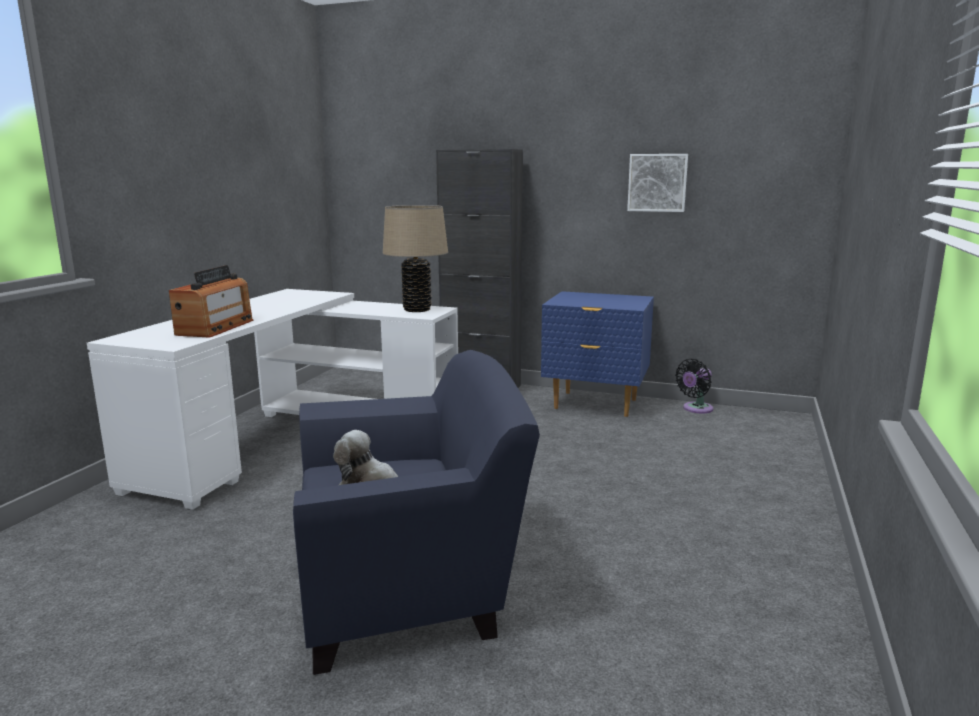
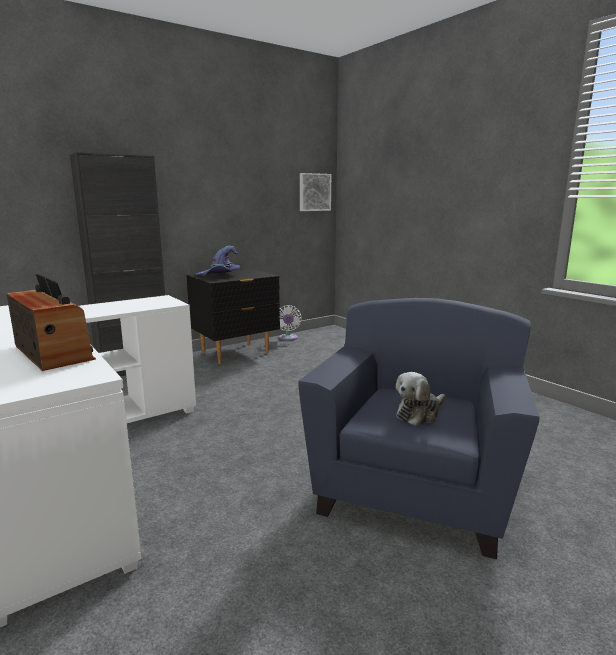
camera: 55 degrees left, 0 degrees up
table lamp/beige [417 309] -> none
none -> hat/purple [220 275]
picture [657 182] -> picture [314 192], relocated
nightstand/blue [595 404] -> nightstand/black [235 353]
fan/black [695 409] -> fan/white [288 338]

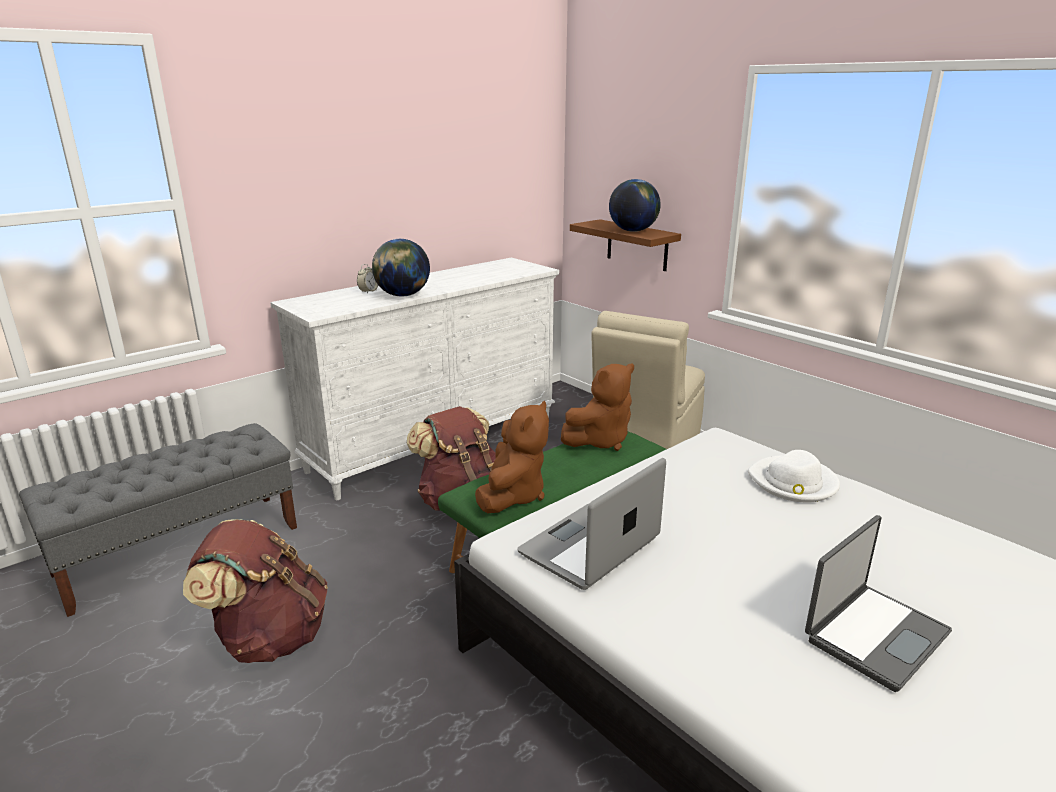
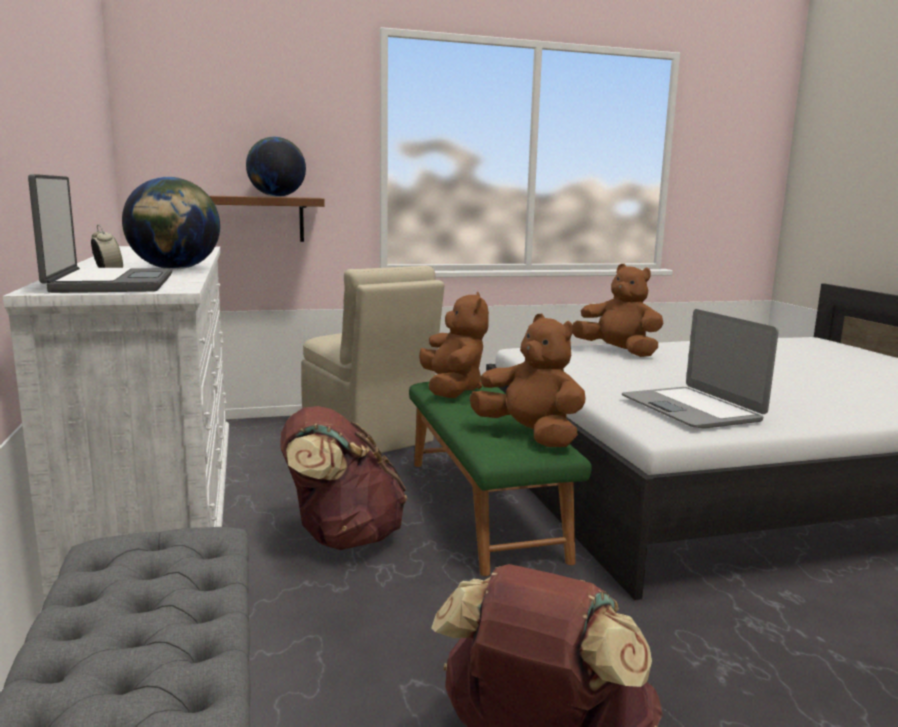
camera: 65 degrees left, 10 degrees down
laptop [874 635] -> laptop [109 284], relocated
hat/white [793 483] -> plush toy/brown [618 352]

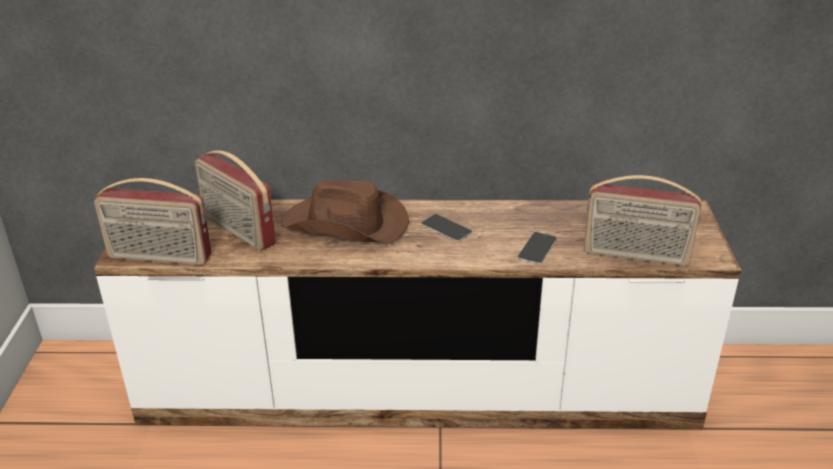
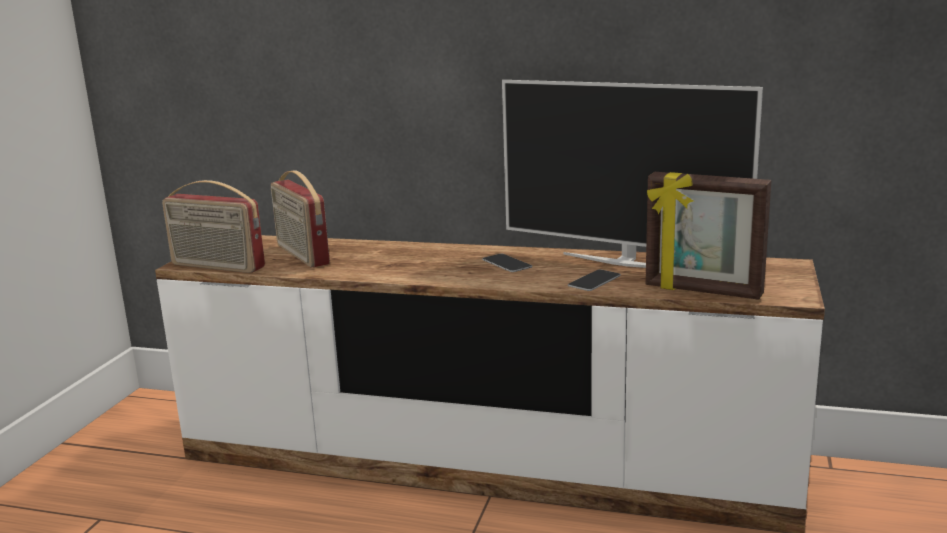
camera: 15 degrees right, 15 degrees down
hat/brown [347 224] -> none
none -> television [624 261]
radio [635 255] -> picture frame [702 291]

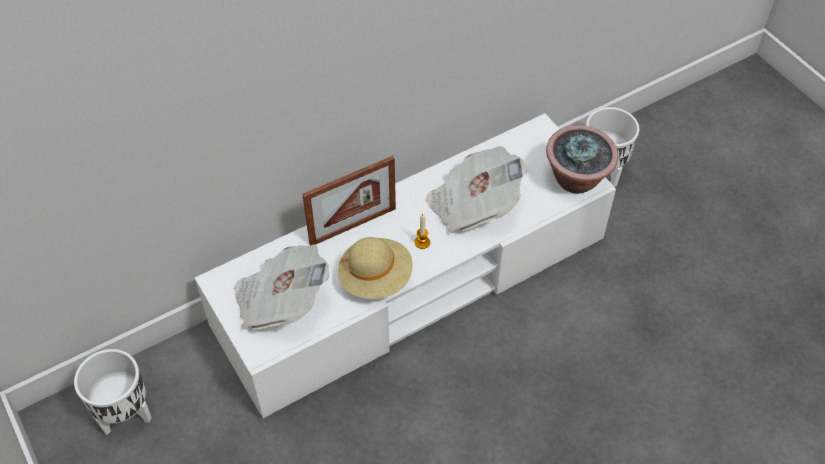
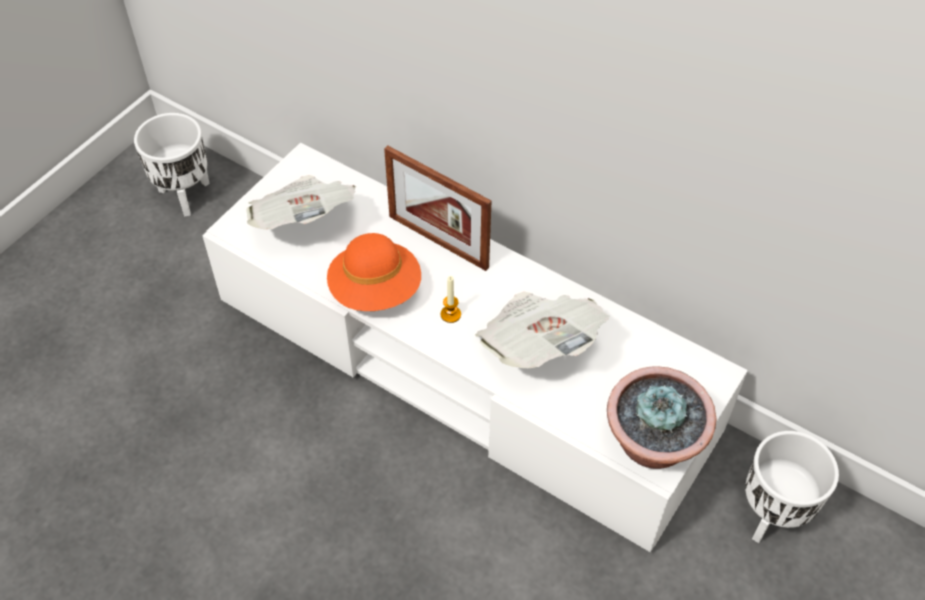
camera: 65 degrees right, 0 degrees up
hat/beige [376 278] -> hat/orange [375 290]

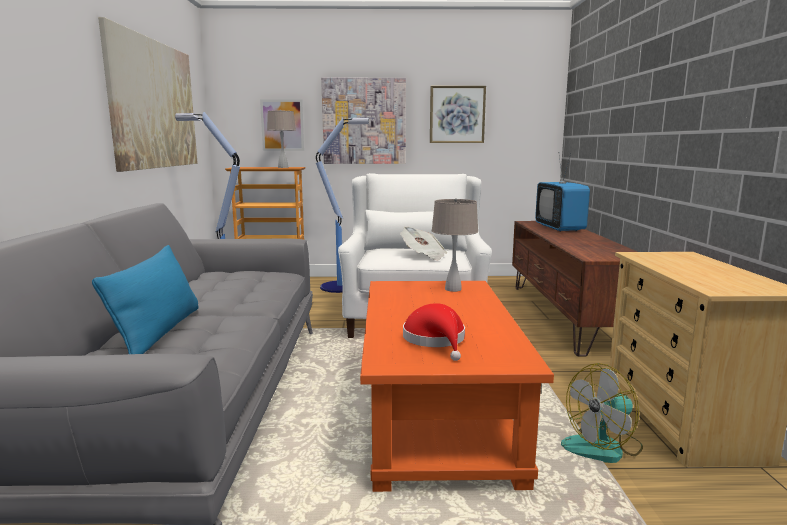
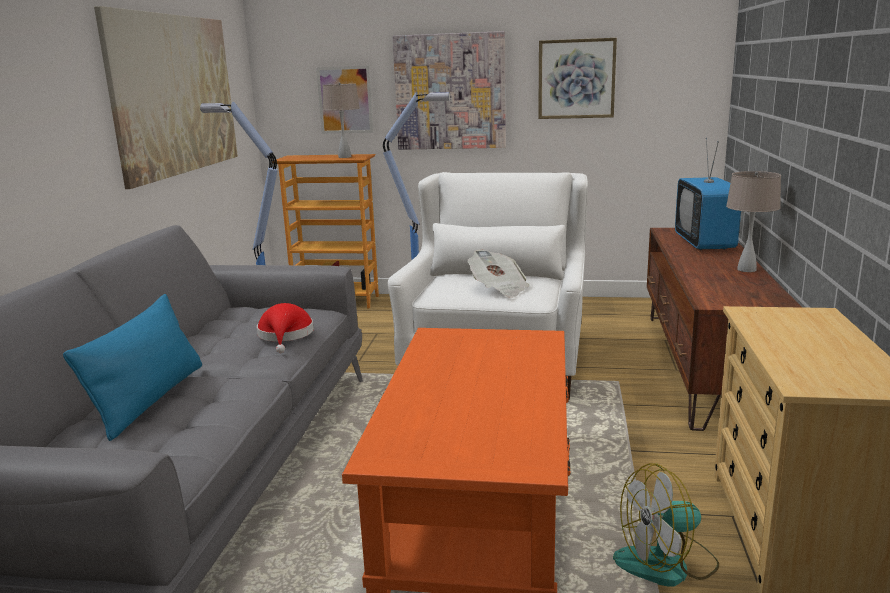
camera: 10 degrees right, 5 degrees up
hat/red [436 340] -> hat/red [285 335], relocated
table lamp/beige [453 289] -> table lamp/beige [746 269], relocated

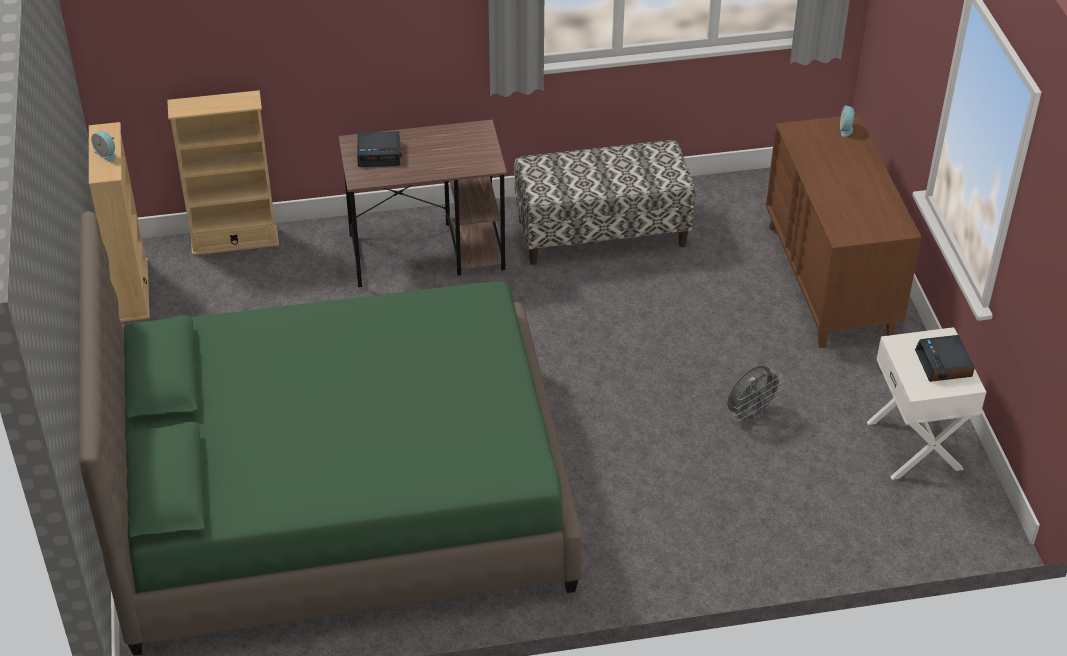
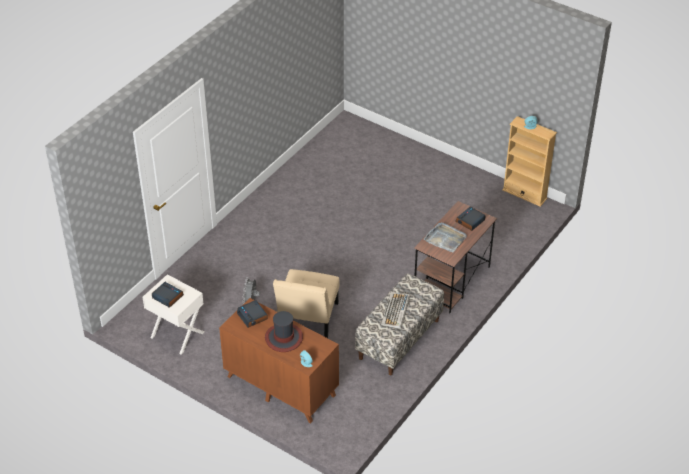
camera: 135 degrees right, 0 degrees up
bed/green [340 498] -> none
bookcase/beige [234 241] -> none
none -> alarm clock [252 316]
none -> hat [284 338]
none -> chair/beige [307 320]
none -> keyboard [396 311]
none -> tray/grey [445 239]

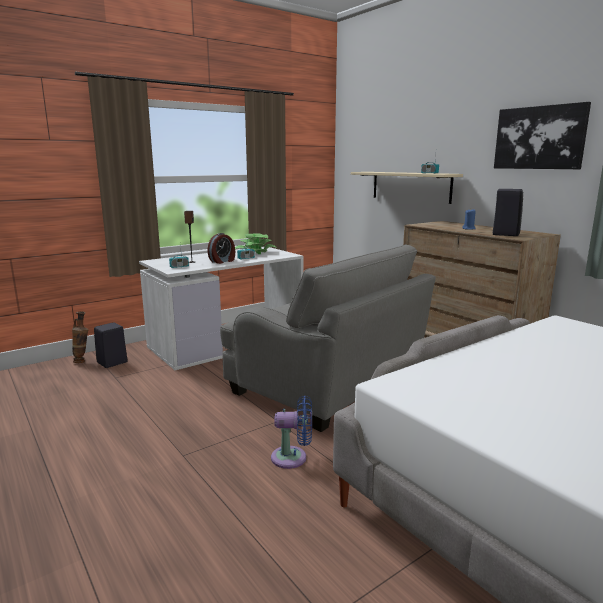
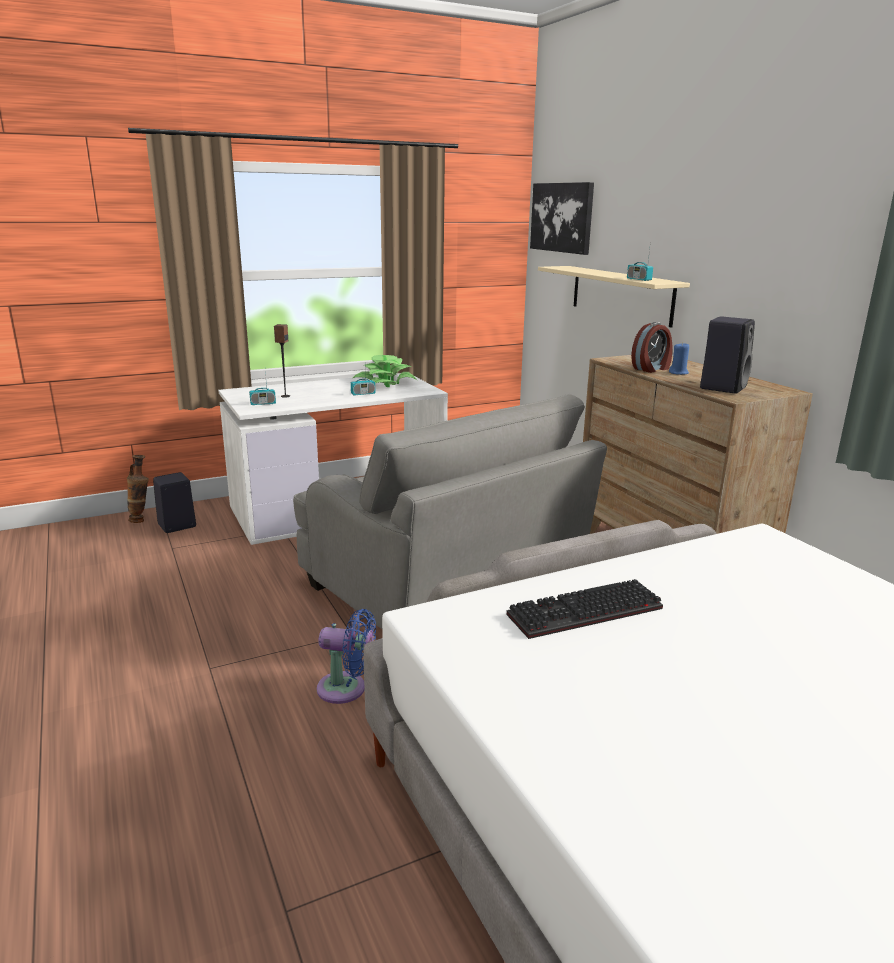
camera: 10 degrees right, 5 degrees up
none -> keyboard [584 614]
alarm clock [222 261] -> alarm clock [651 369], relocated
picture [539 138] -> picture [562 217], relocated

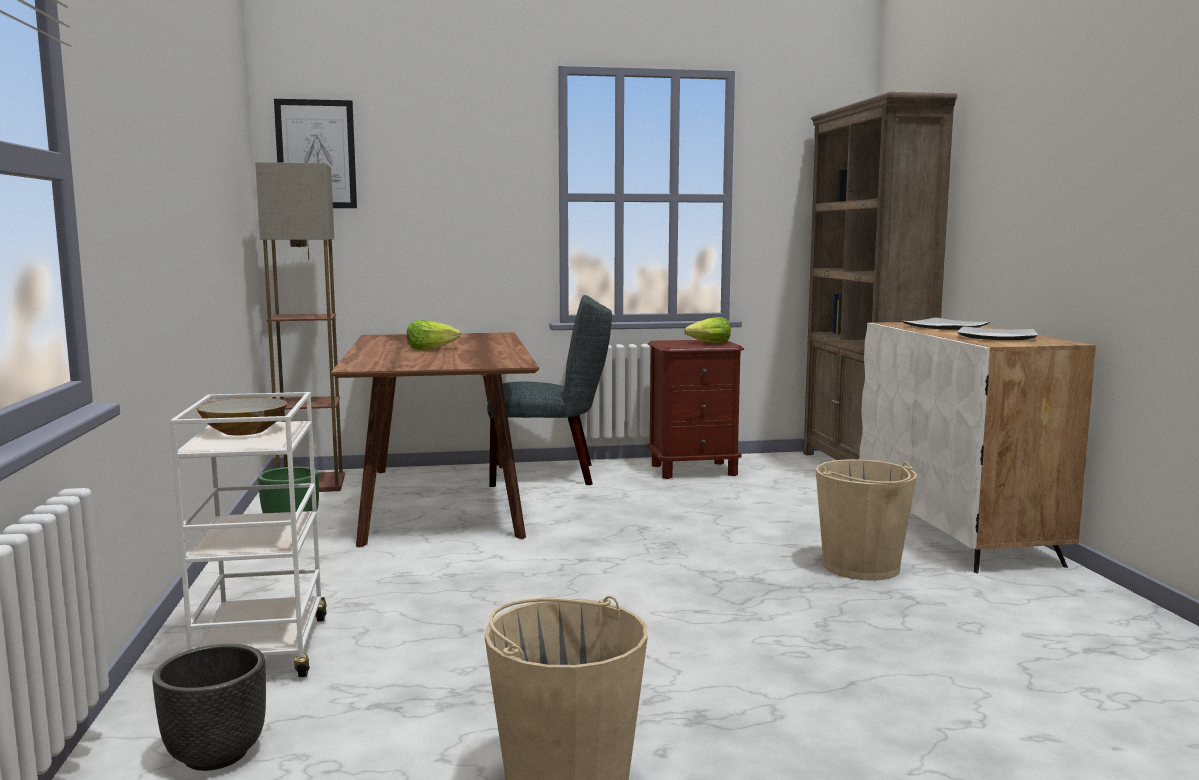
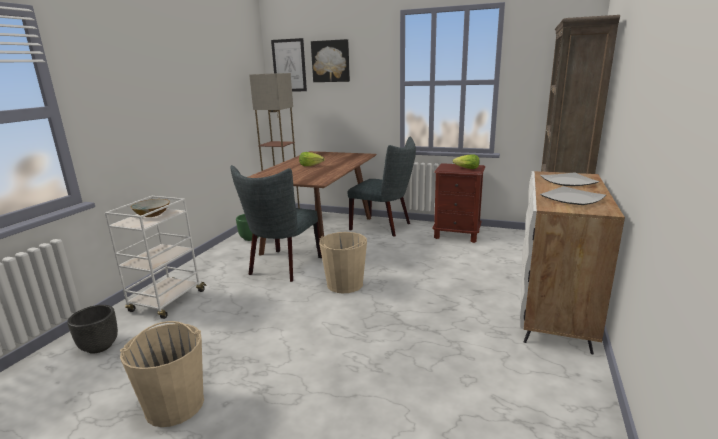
camera: 30 degrees right, 10 degrees up
none -> chair/grey [283 267]
none -> picture [331 61]
bucket/beige [861 567] -> bucket/beige [344 284], relocated

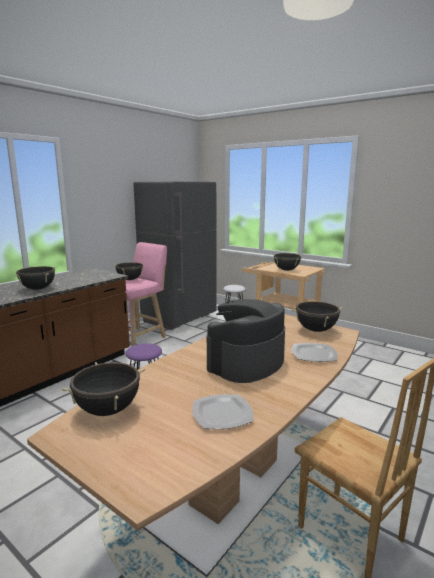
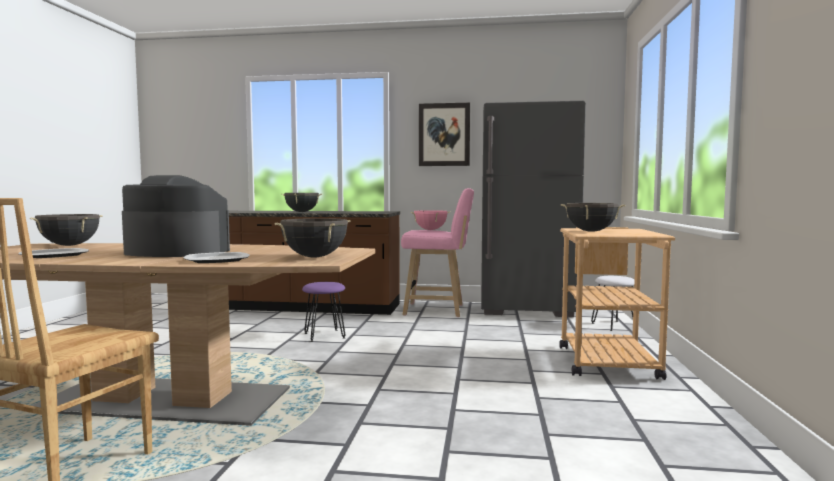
camera: 60 degrees right, 10 degrees down
none -> picture [444 134]
cooking pot/black [130 279] -> cooking pot/pink [430 230]

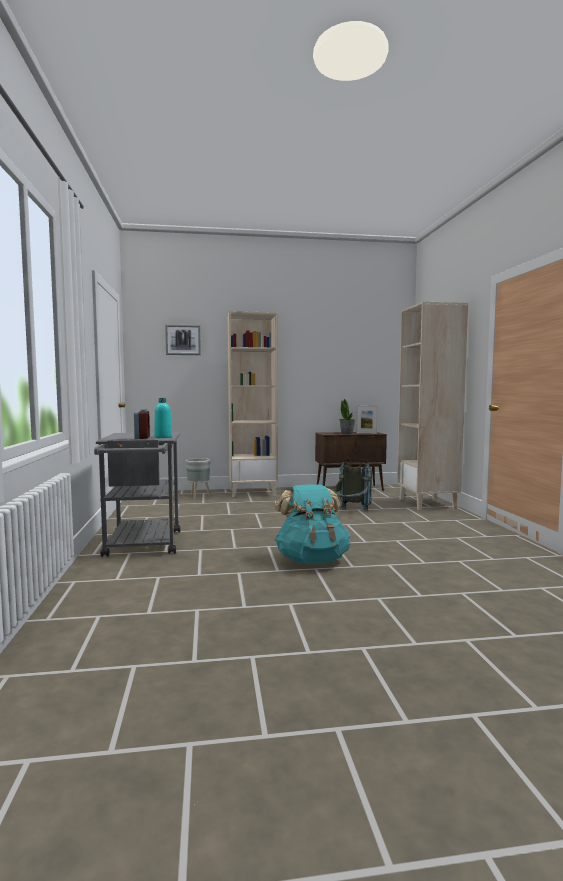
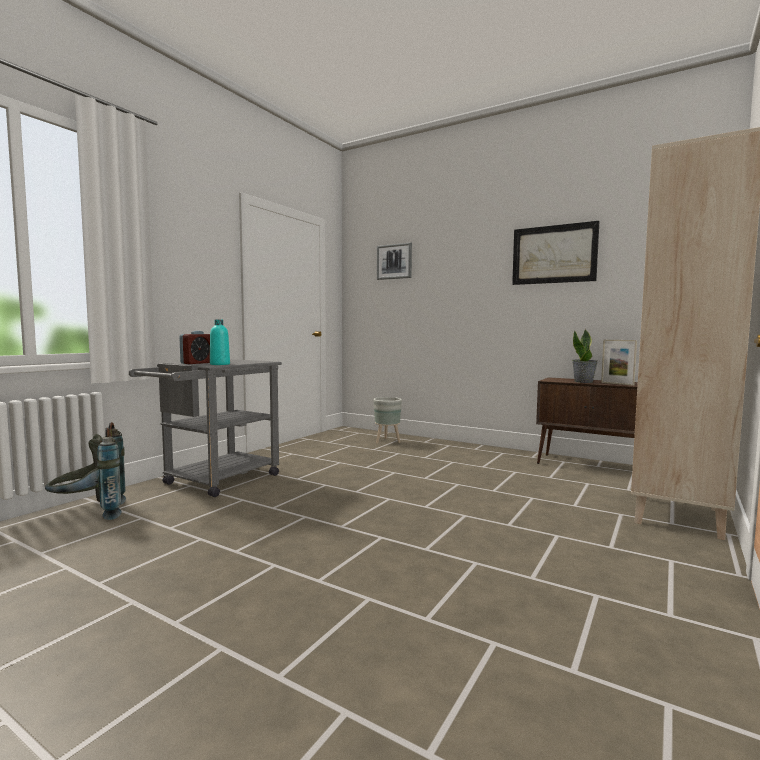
camera: 40 degrees right, 0 degrees up
bookcase/beige [253 492] -> none
backpack/turquoise [312 560] -> none
none -> picture [554 254]
backpack/grey [350 511] -> backpack/grey [90 514], relocated

